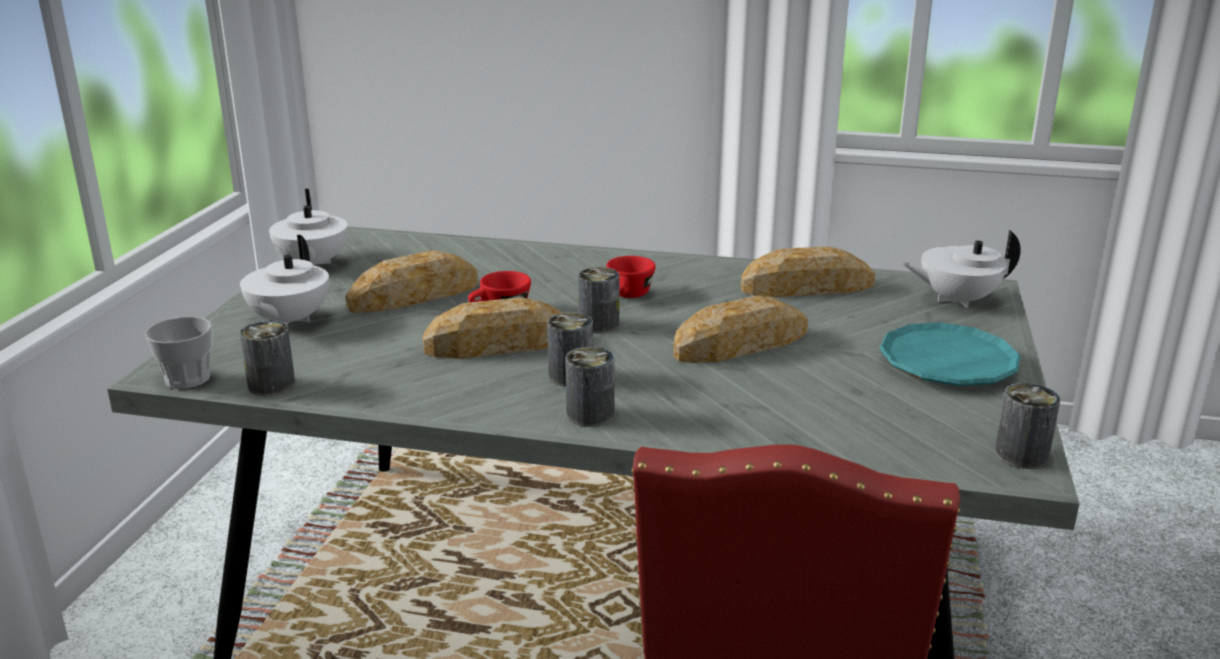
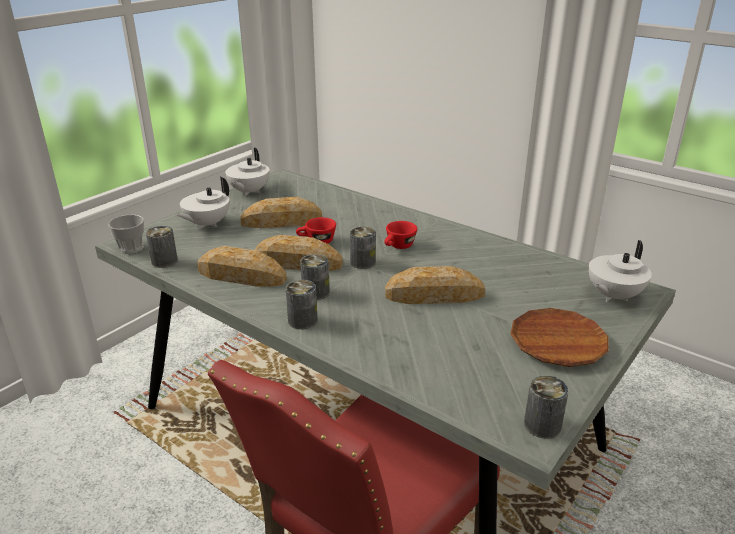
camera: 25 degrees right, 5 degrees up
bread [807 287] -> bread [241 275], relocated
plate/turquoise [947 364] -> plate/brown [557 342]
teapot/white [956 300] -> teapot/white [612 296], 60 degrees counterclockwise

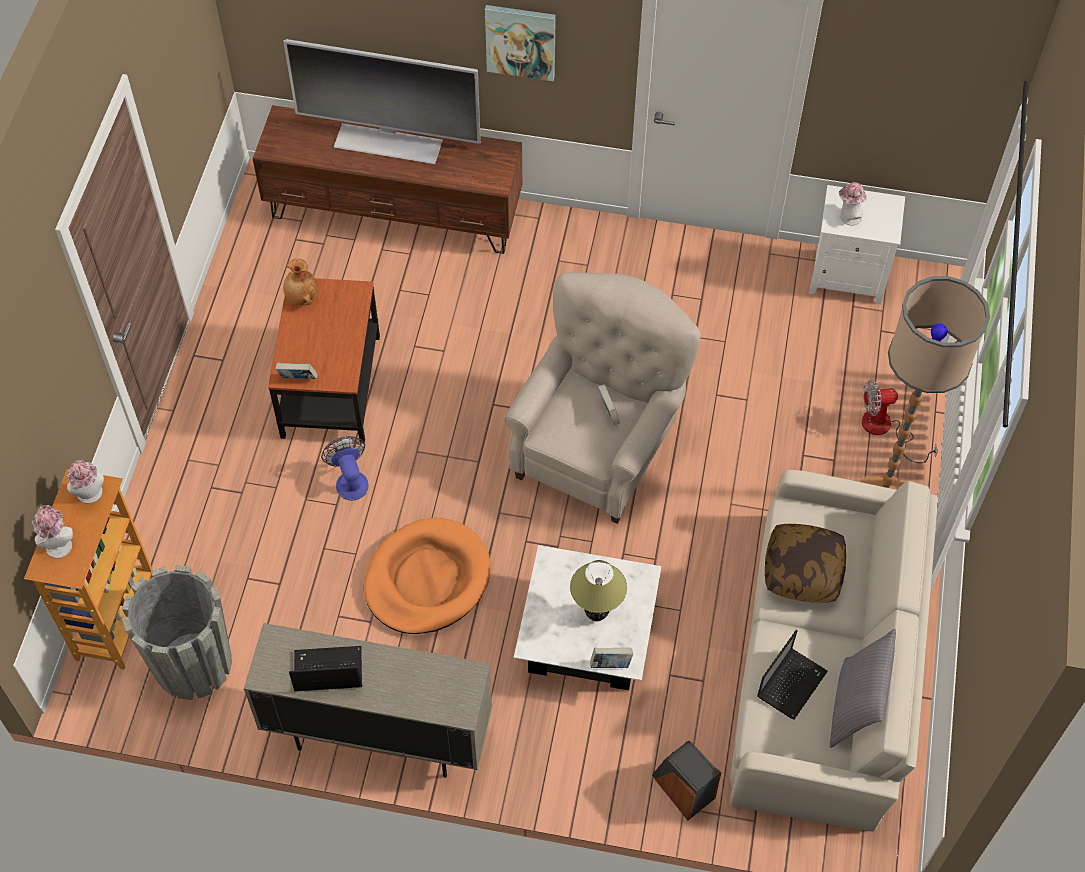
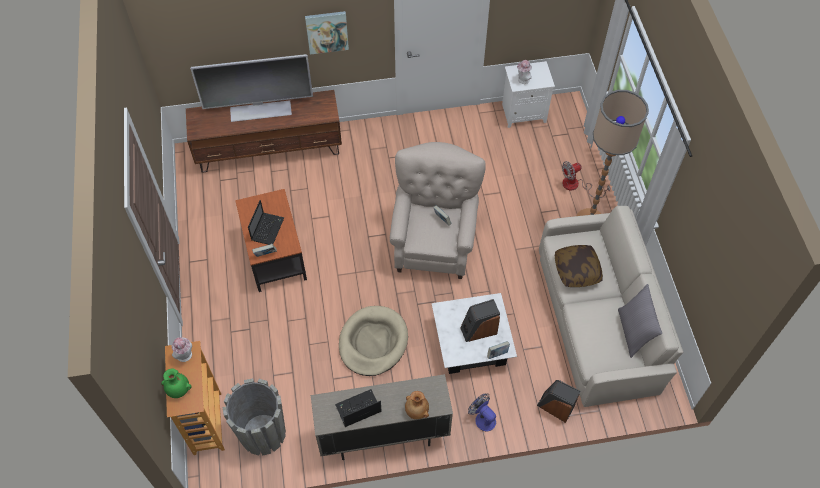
camera: 20 degrees left, 0 degrees up
vase/brown [301 297] -> vase/brown [416 411], relocated
fan [350 480] -> fan [482 418], relocated
laptop [792 682] -> laptop [267 228], relocated
hat [58 543] -> vase/green [178 390]
table lamp [596 615] -> speaker [478 330]
dog bed/orange [427 579] -> dog bed/beige [373 342]

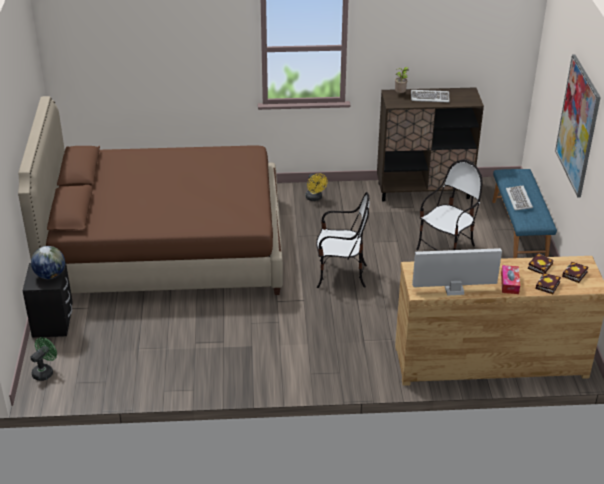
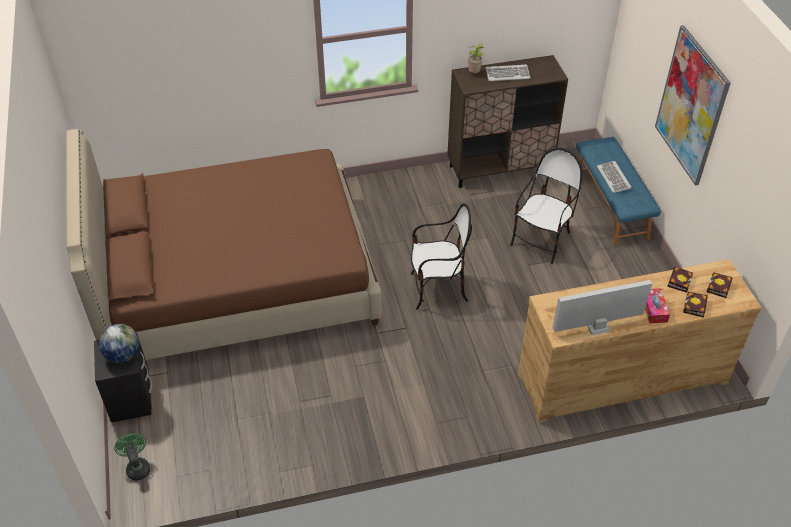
camera: 10 degrees left, 10 degrees up
fan/yellow [315 198] -> none
fan/green [45 371] -> fan/green [137 467], 45 degrees counterclockwise

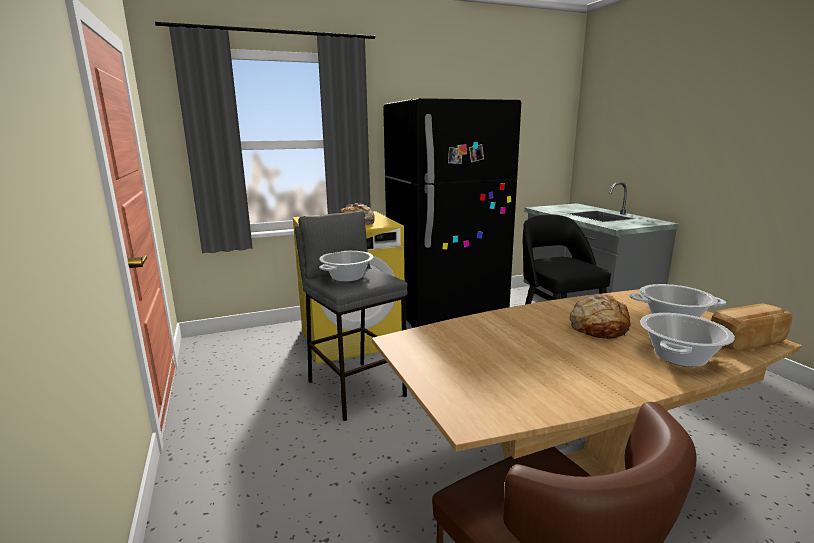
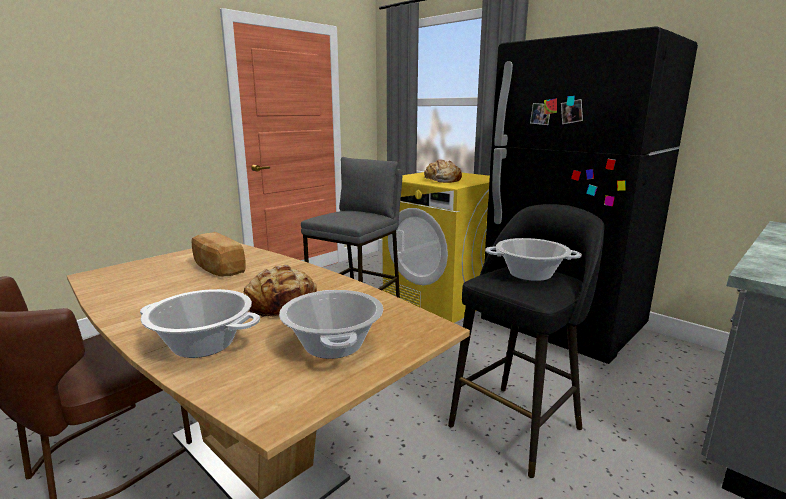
camera: 65 degrees right, 0 degrees up
cooking pot [347 277] -> cooking pot [530 274], relocated
bread [748 342] -> bread [217 268], relocated

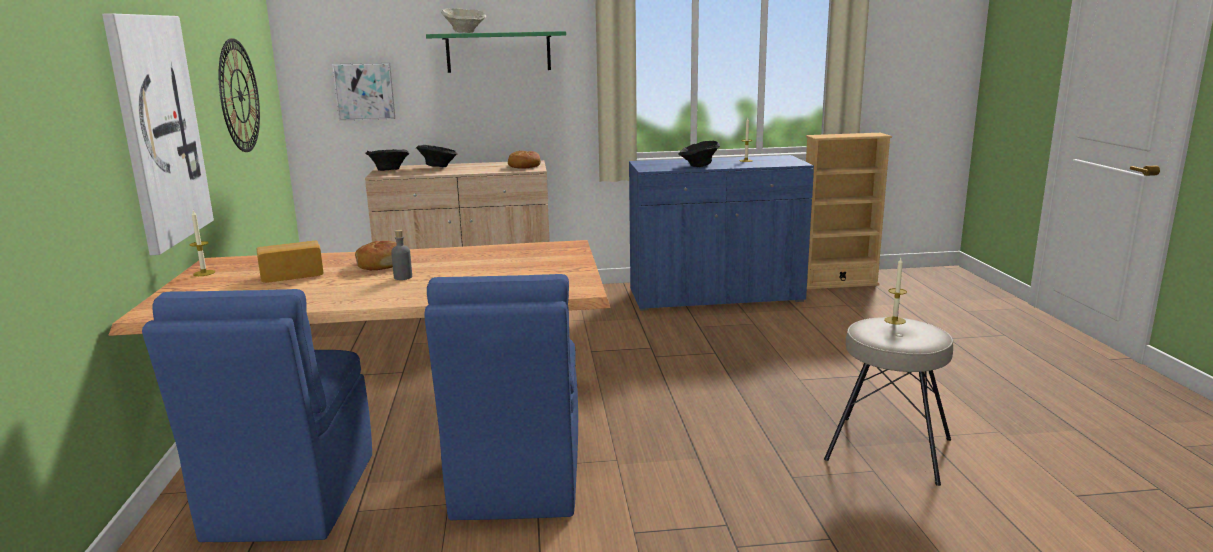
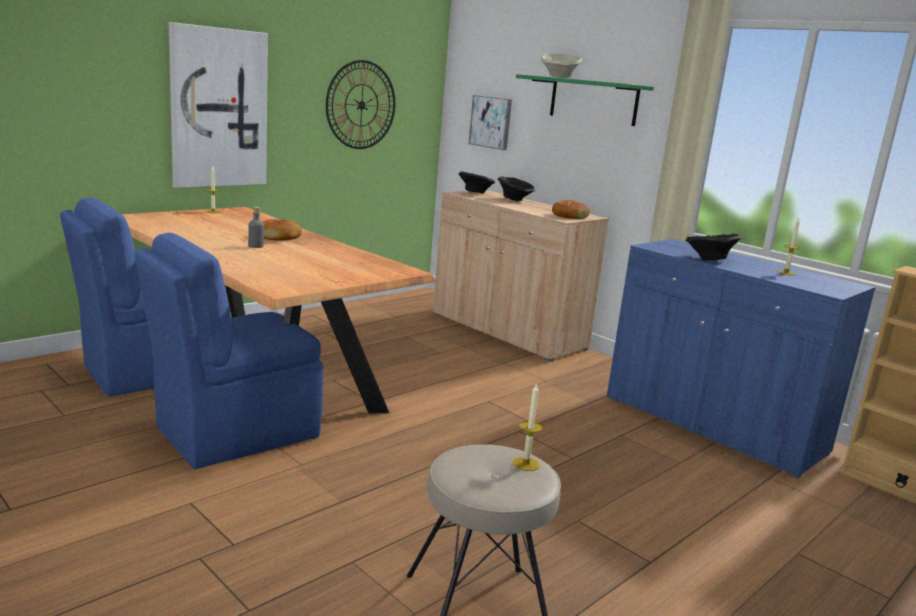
camera: 50 degrees right, 0 degrees up
bread [292 275] -> none

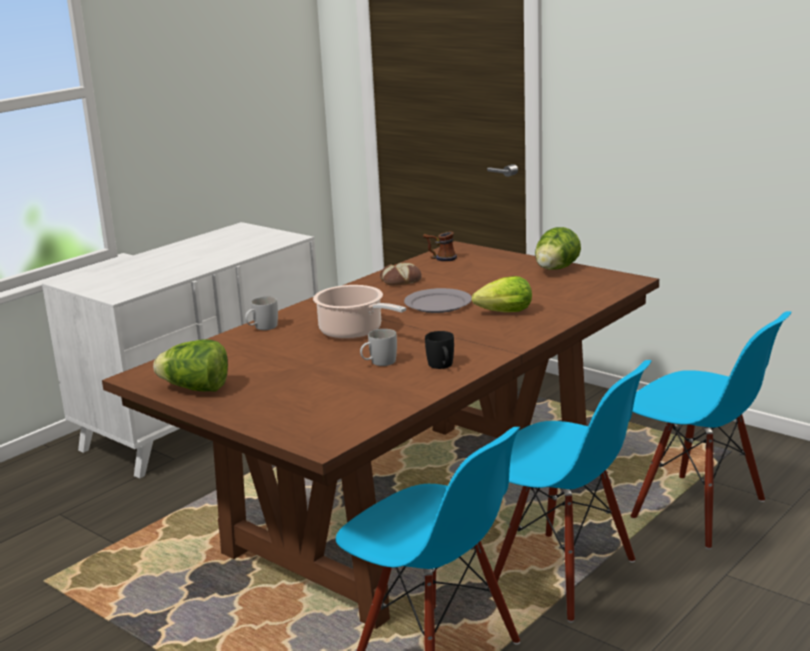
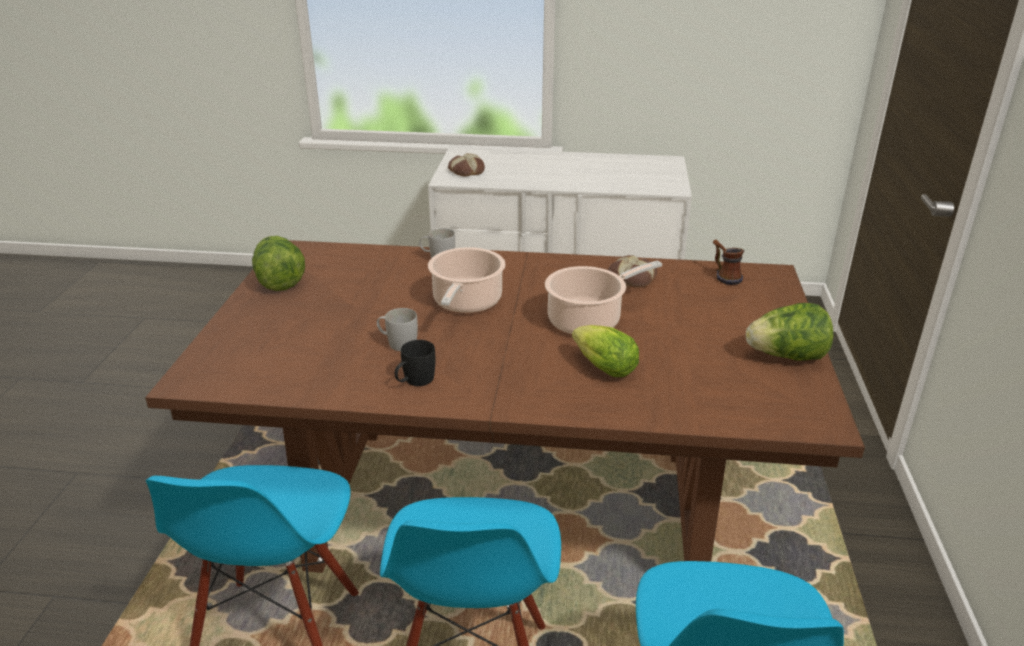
camera: 55 degrees right, 10 degrees up
none -> bread [466 171]
plate/grey [438 304] -> cooking pot [588 320]

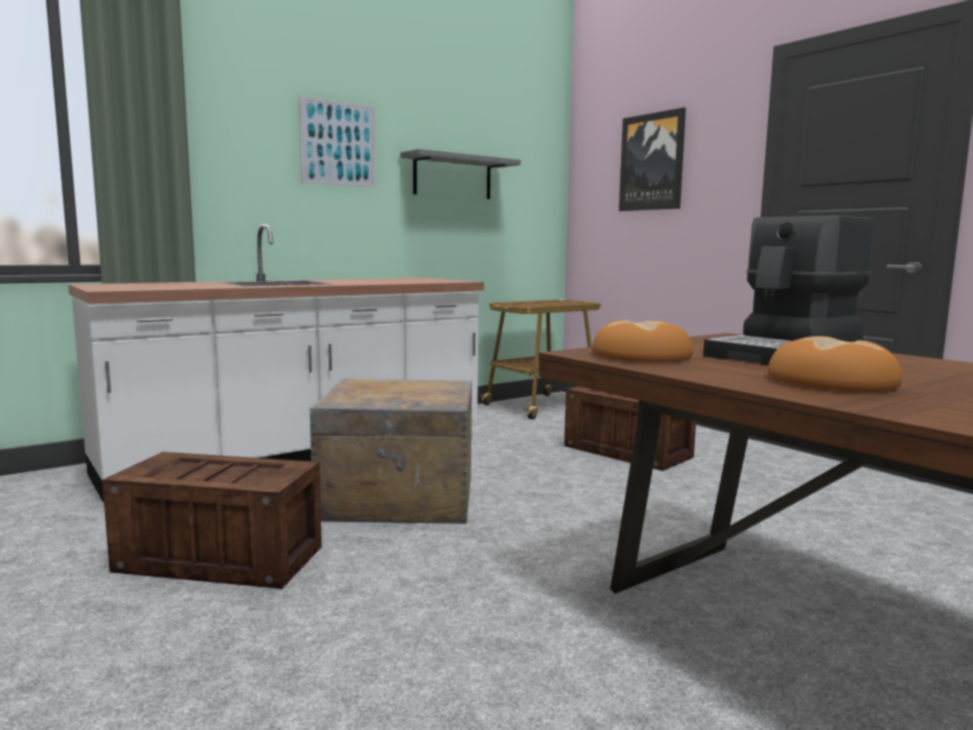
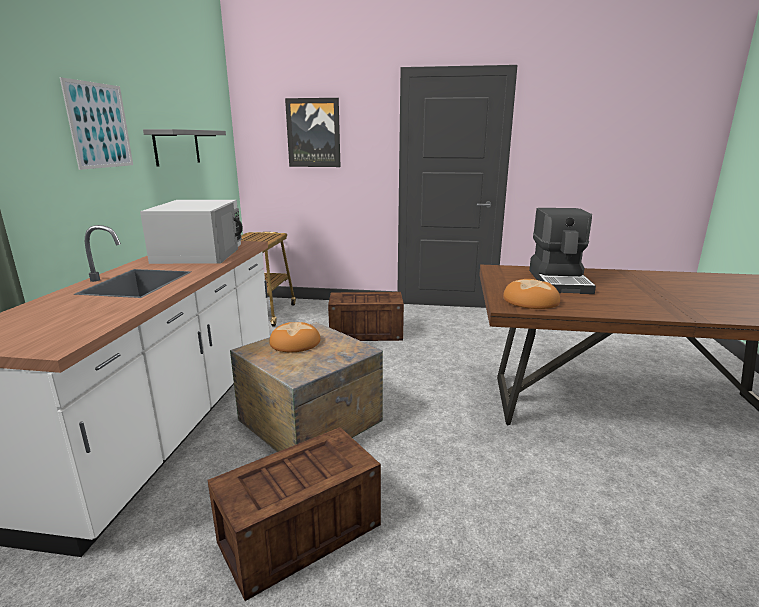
camera: 45 degrees left, 10 degrees up
none -> microwave/white [200 253]
bread [831 381] -> bread [295 343], relocated

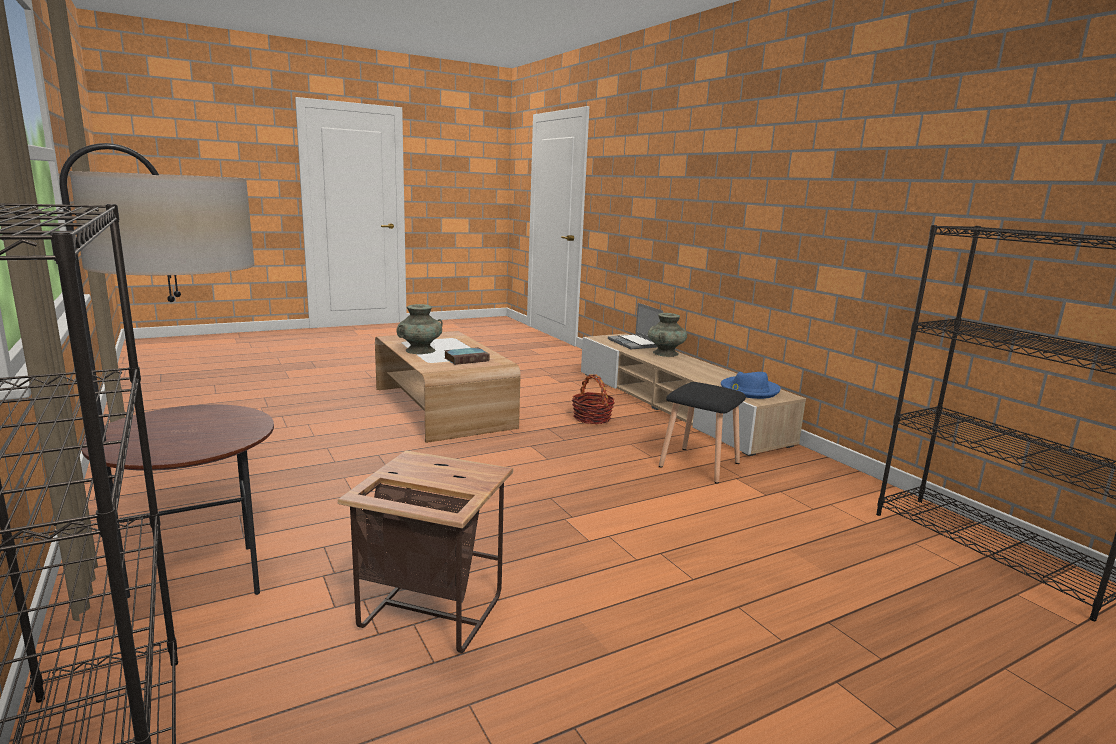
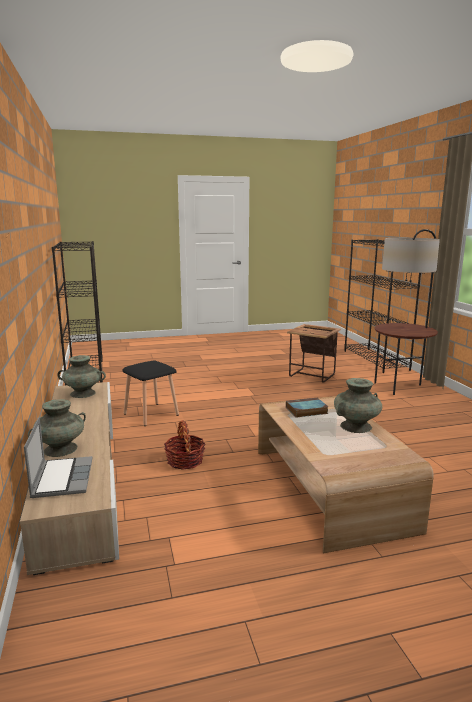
camera: 165 degrees left, 0 degrees up
hat/blue [749 390] -> vase/turquoise [83 393]

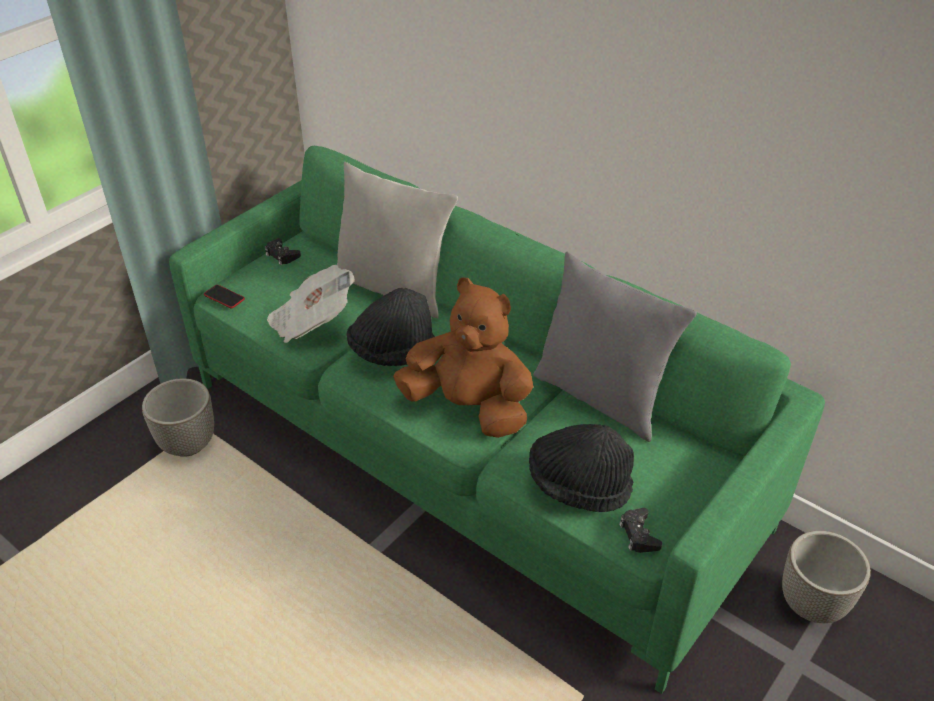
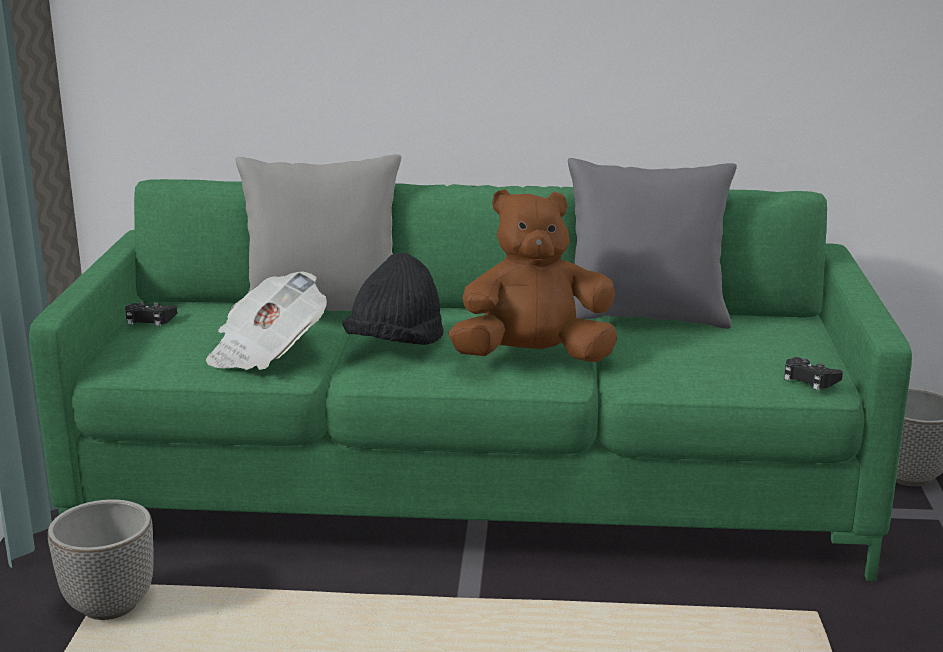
camera: 35 degrees left, 20 degrees down
phone [224 297] -> none
hat/black [578 485] -> none

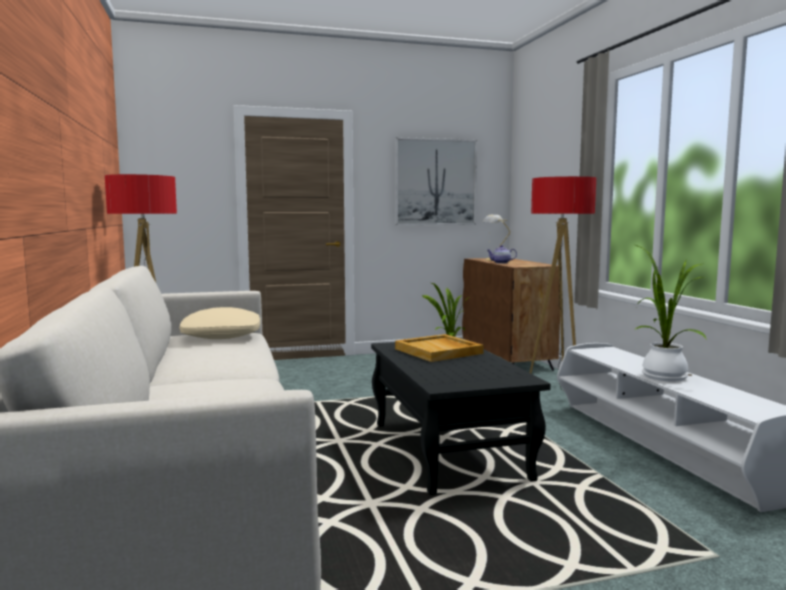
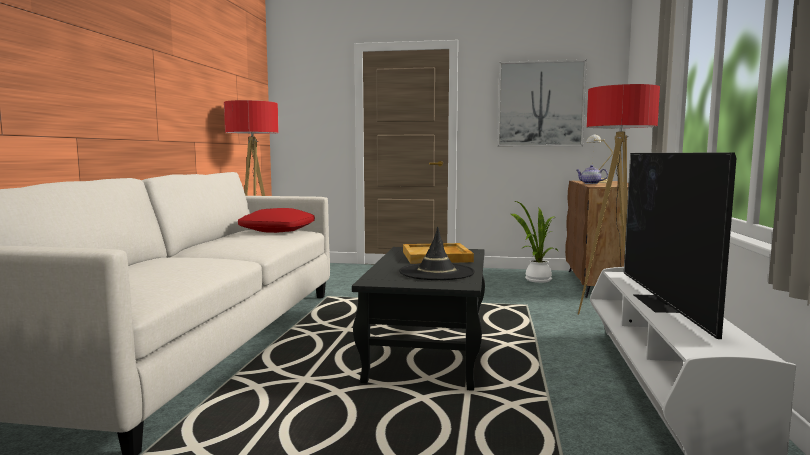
camera: 25 degrees right, 0 degrees up
none -> hat/black [436 272]
potted plant [661 375] -> television [662 303]
pillow/beige [221 335] -> pillow/red [277 230]

